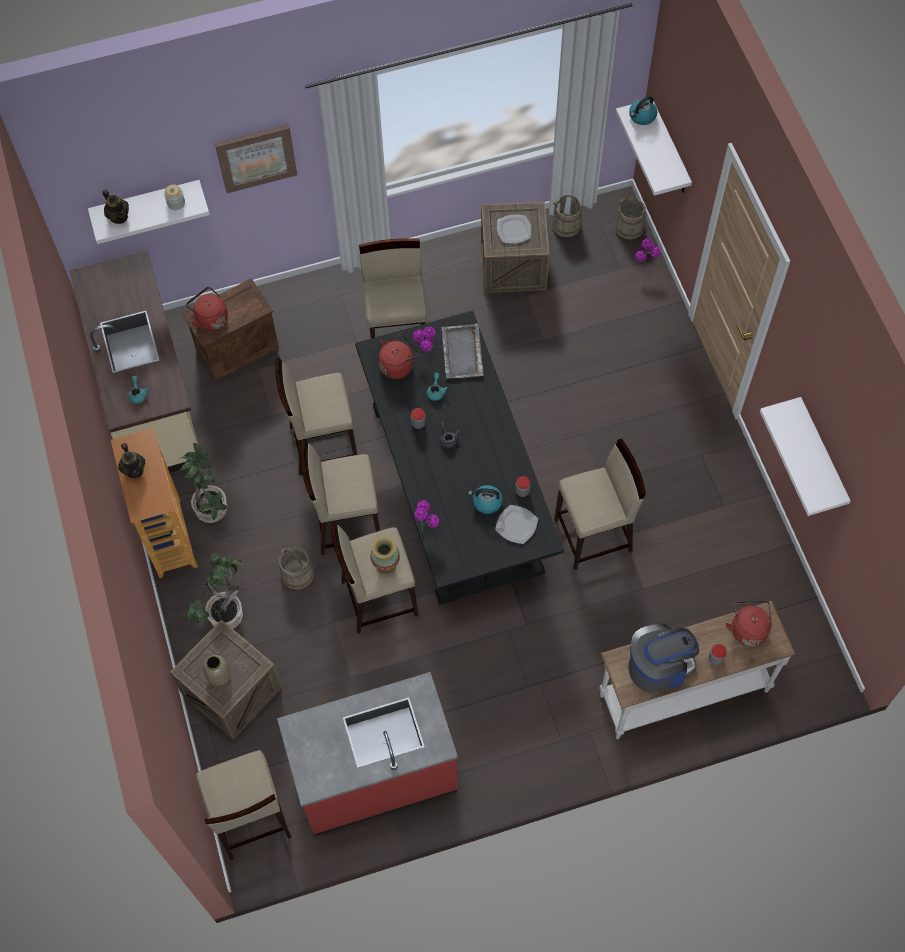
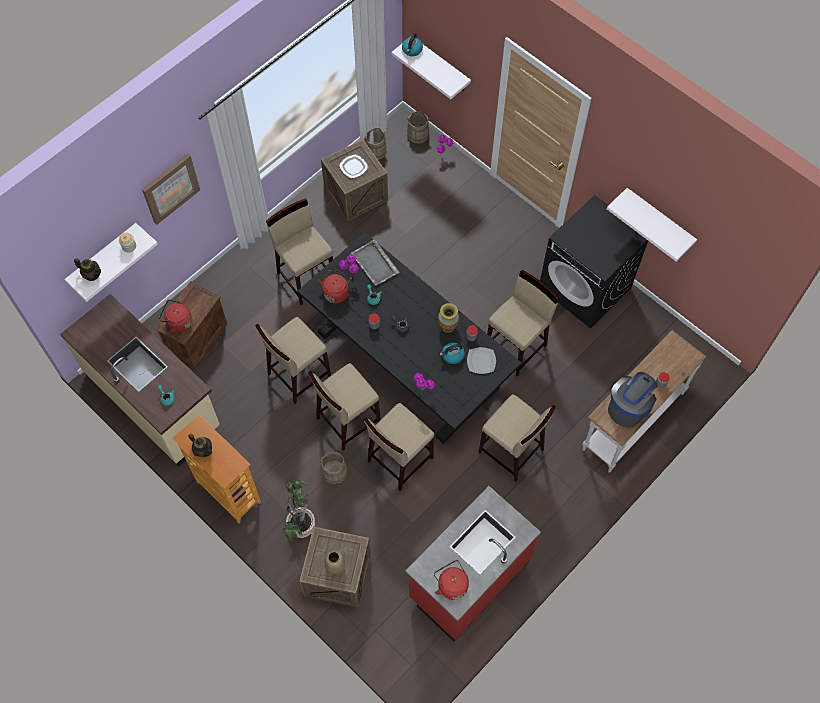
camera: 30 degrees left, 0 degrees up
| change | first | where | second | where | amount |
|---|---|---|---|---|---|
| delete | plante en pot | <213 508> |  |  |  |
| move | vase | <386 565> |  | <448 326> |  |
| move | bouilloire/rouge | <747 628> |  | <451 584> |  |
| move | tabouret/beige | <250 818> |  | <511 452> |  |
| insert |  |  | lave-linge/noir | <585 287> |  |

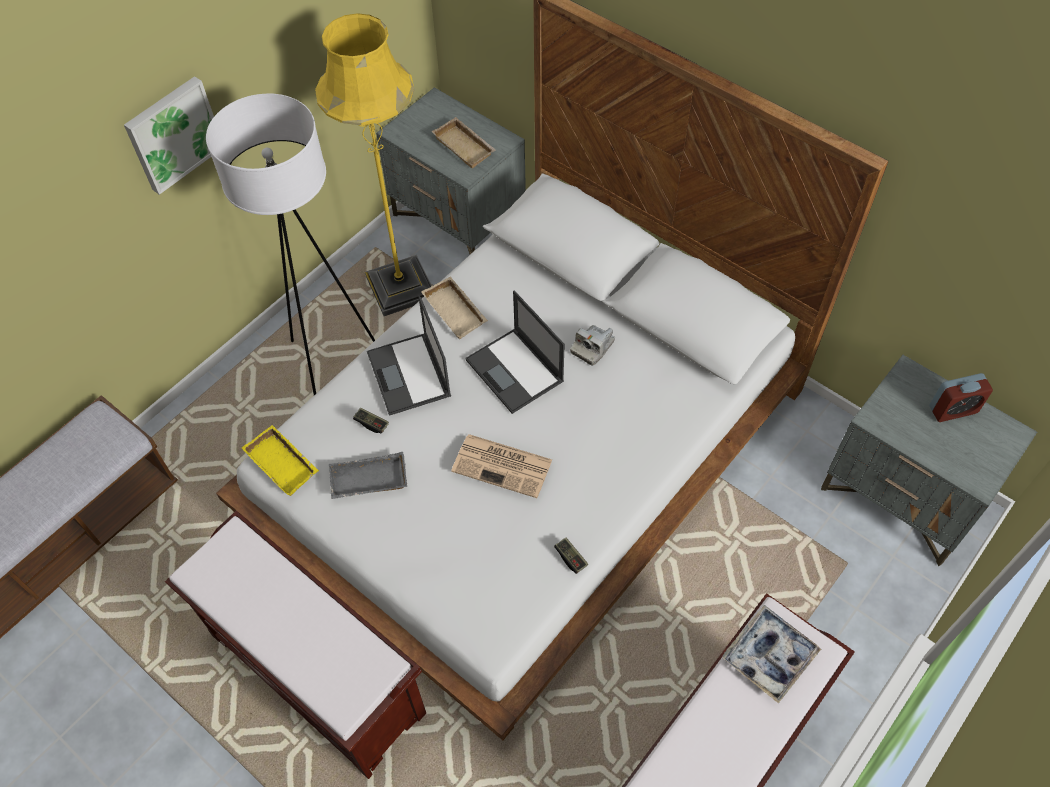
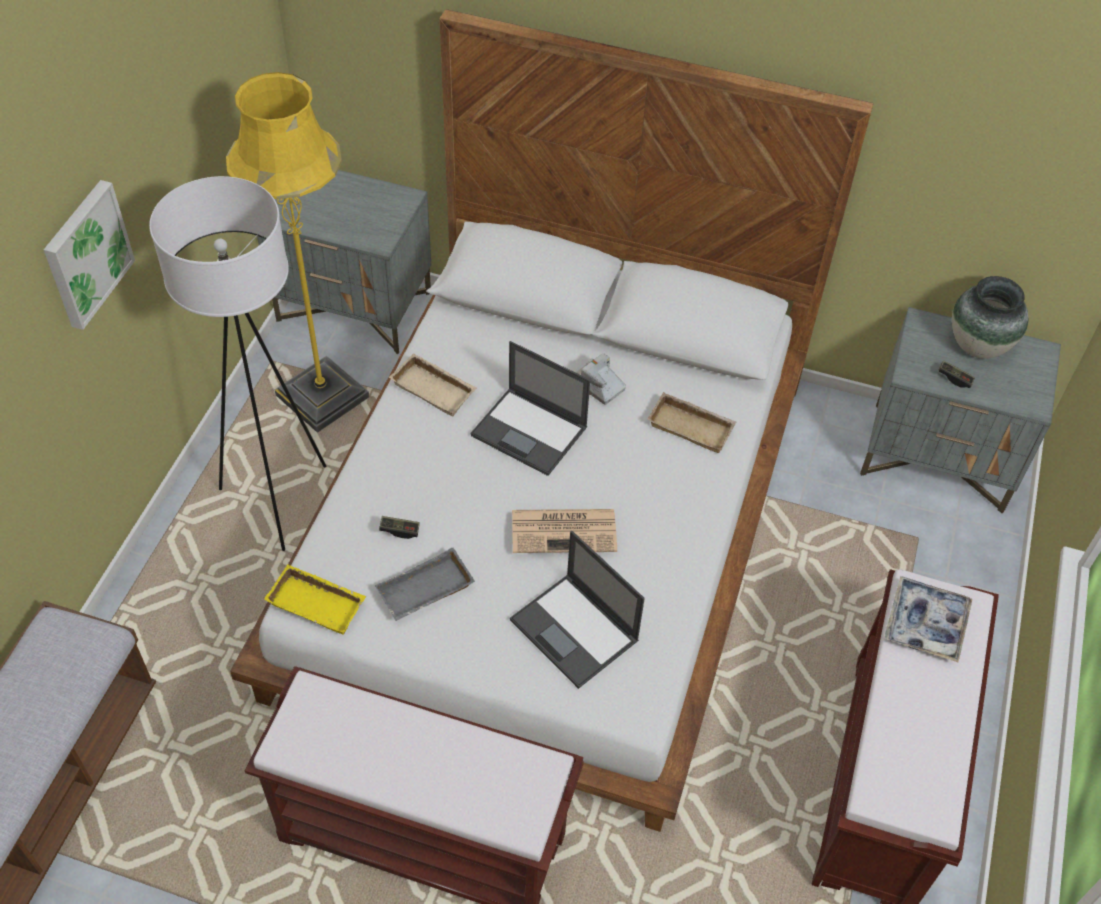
camera: 25 degrees left, 5 degrees down
| change | first | where | second | where | amount |
|---|---|---|---|---|---|
| move | plateau/beige | <466 146> |  | <692 426> |  |
| move | ordinateur portable | <409 375> |  | <575 631> |  |
| rotate | appareil photo | <592 347> |  | <599 385> | 120 degrees clockwise |
| replace | réveil | <953 410> | vase | <978 345> |  |
| move | manette | <571 558> |  | <954 378> |  |

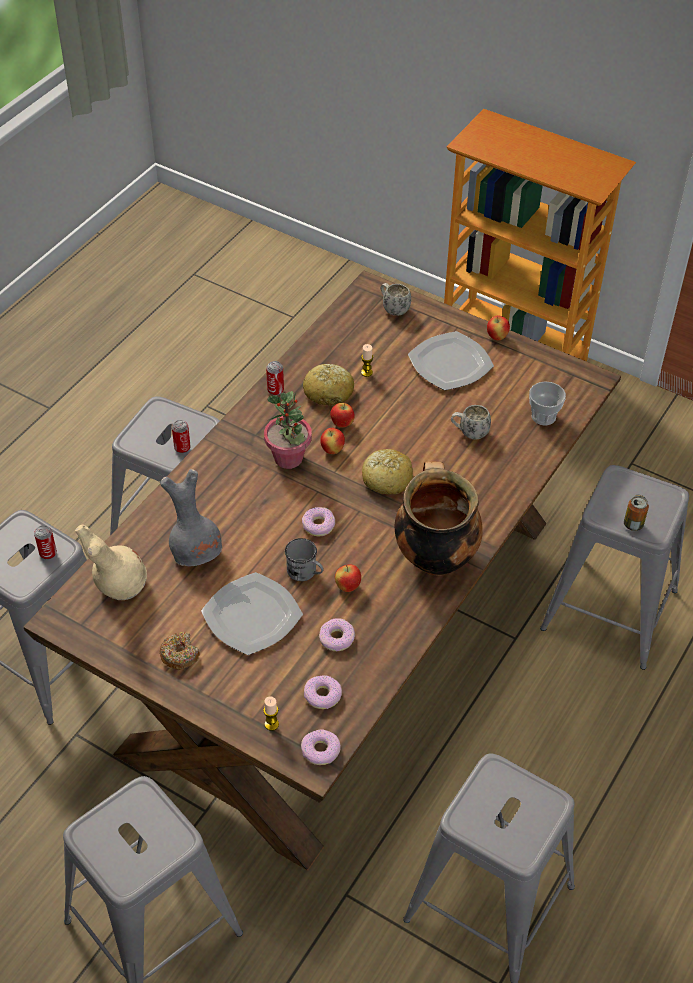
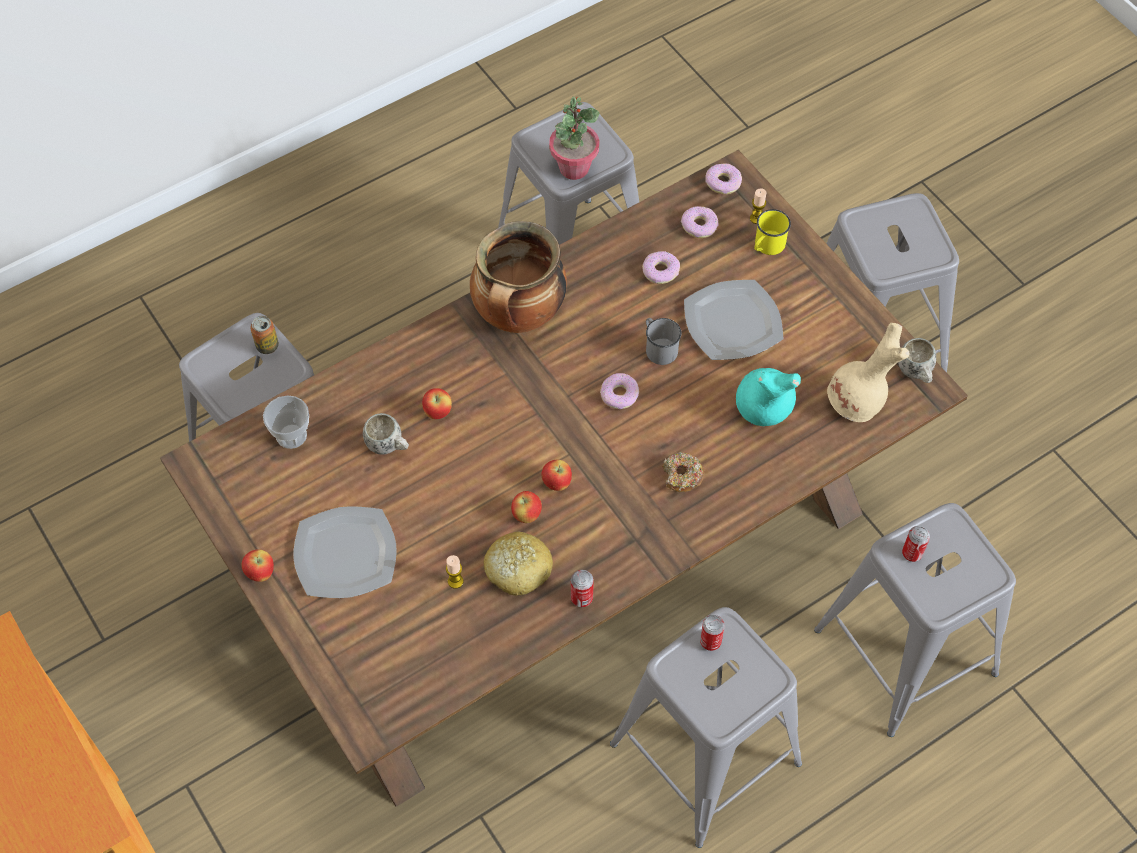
camera: 155 degrees left, 10 degrees up
| change | first | where | second | where | amount |
|---|---|---|---|---|---|
| move | mug/blanc | <393 308> |  | <916 374> |  |
| move | plante en pot | <288 458> |  | <574 168> |  |
| delete | pain | <387 478> |  |  |  |
| recolor | vase/gris | <196 552> | vase/turquoise | <762 411> |  |
| move | pomme | <348 587> |  | <438 412> |  |
| move | beignet | <179 655> |  | <682 476> |  |
| insert |  |  | mug/jaune | <767 246> |  |

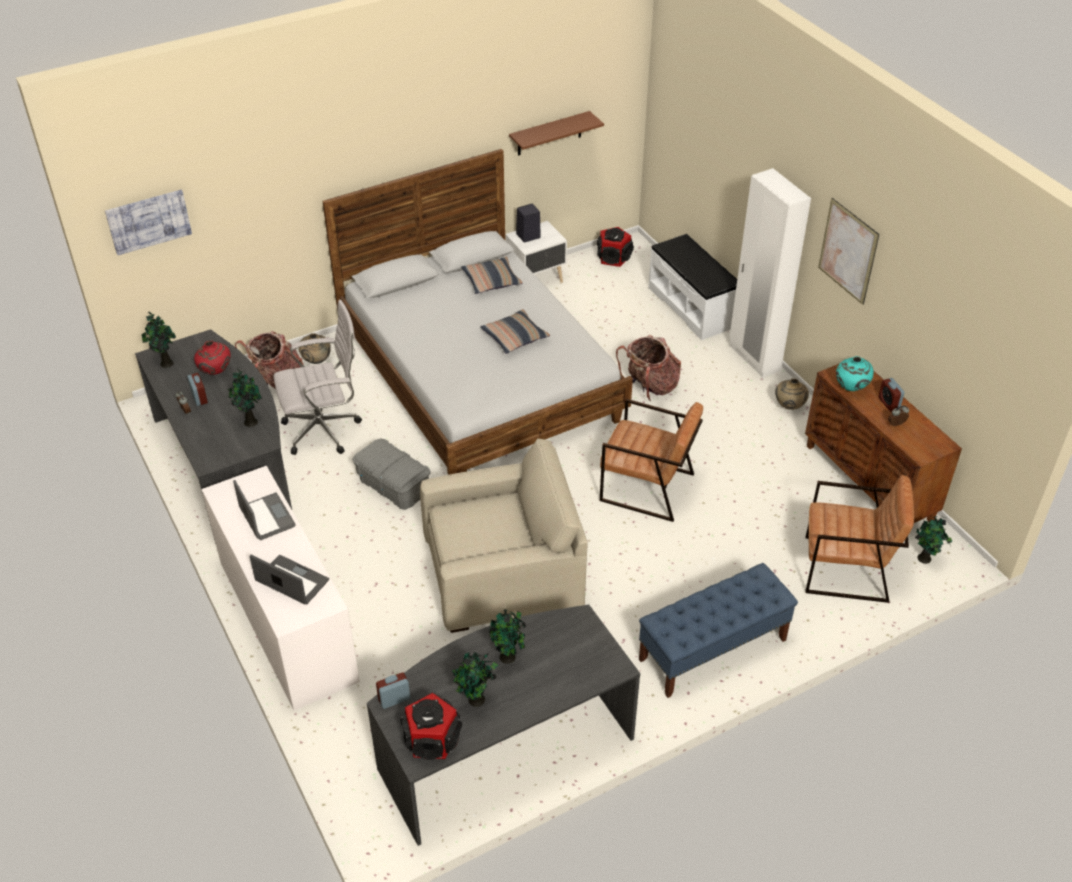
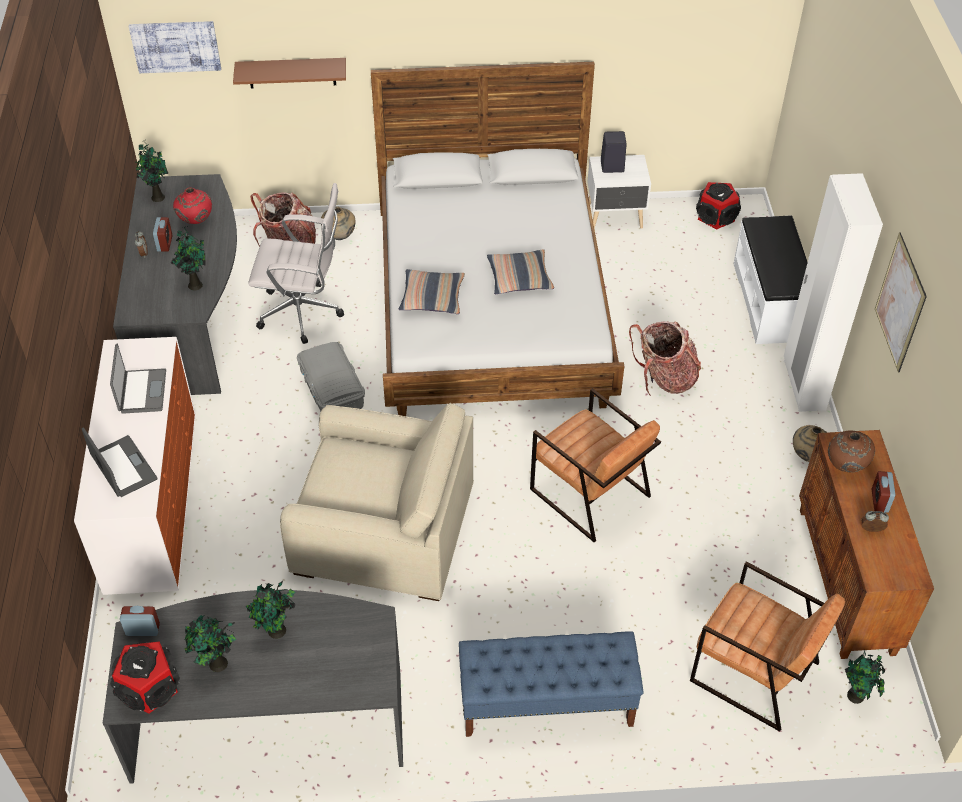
camera: 25 degrees right, 5 degrees up
| change | first | where | second | where | amount |
|---|---|---|---|---|---|
| move | étagère/marron | <549 134> |  | <292 73> |  |
| move | coussin | <491 281> |  | <432 298> |  |
| recolor | vase/turquoise | <851 388> | vase/marron | <845 467> |  |

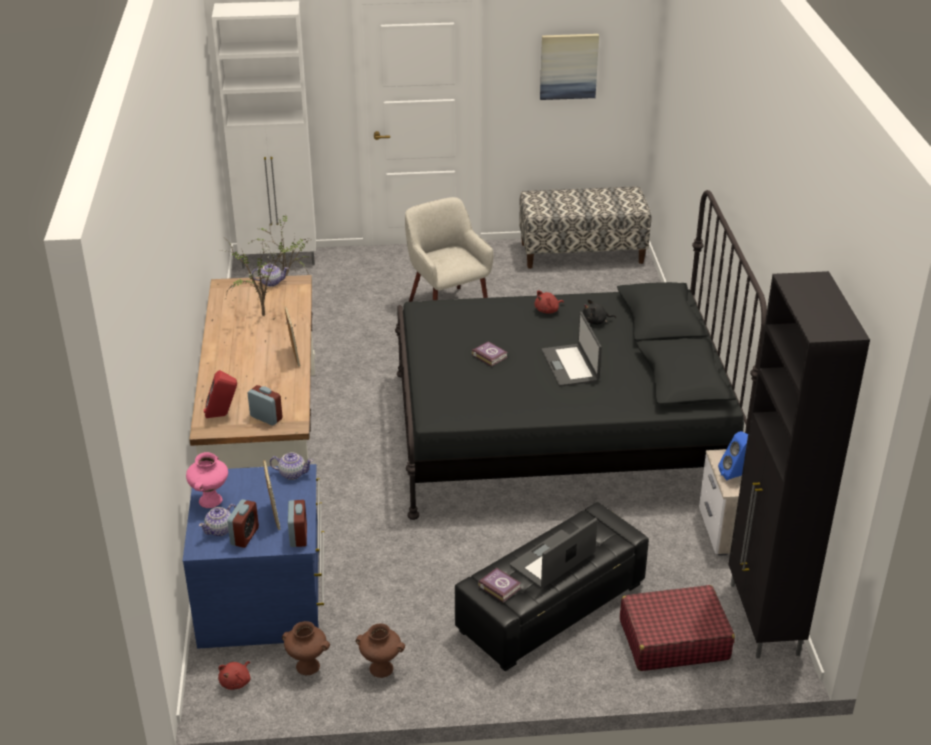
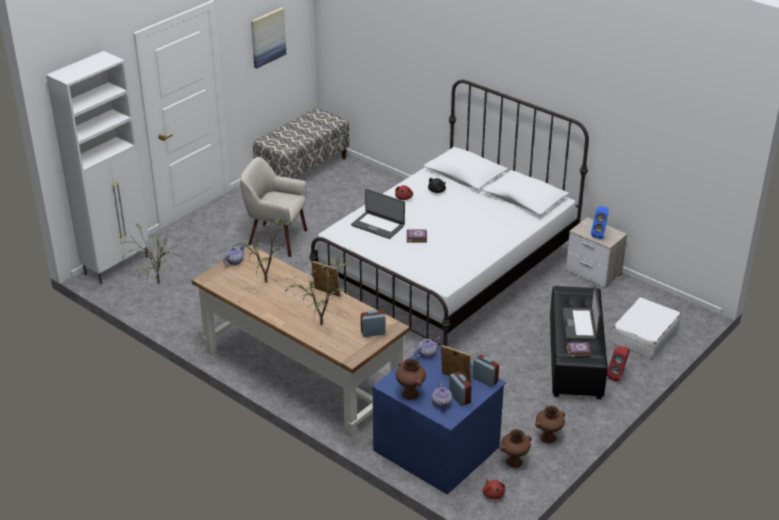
camera: 45 degrees left, 0 degrees up
| change | first | where | second | where | amount |
|---|---|---|---|---|---|
| recolor | lit/noir | <560 433> | lit/blanc | <447 273> |  |
| delete | meuble de rangement/noir | <763 620> |  |  |  |
| move | ordinateur portable | <571 365> |  | <378 225> |  |
| move | enceinte/rouge | <222 415> |  | <618 376> |  |
| recolor | vase/rose | <211 501> | vase/marron | <410 394> |  |
| recolor | valise/rouge | <673 639> | valise/blanc | <644 336> |  |
| insert |  |  | plante en pot | <322 322> |  |

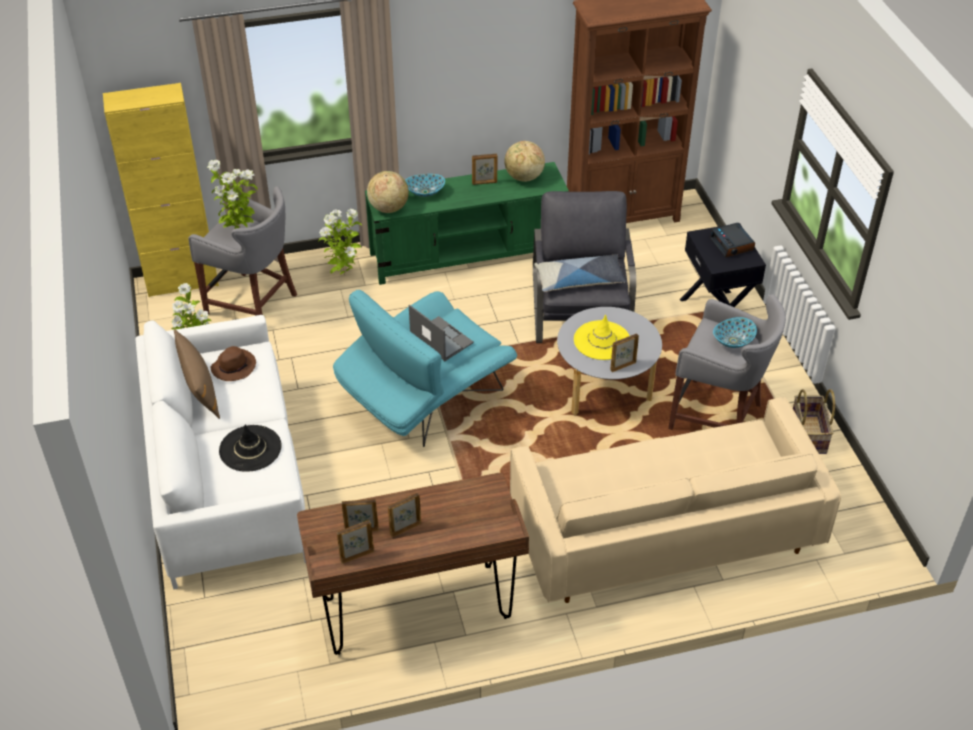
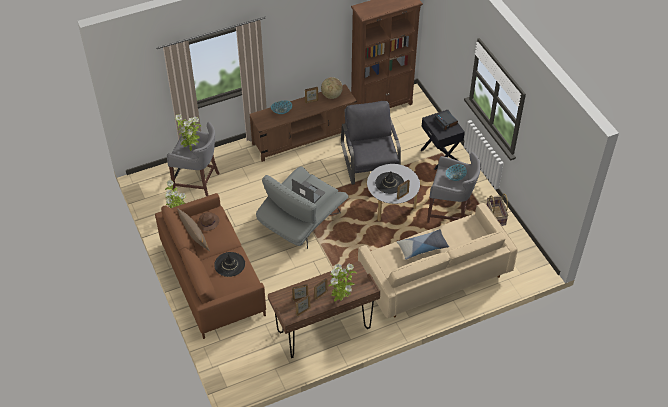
camera: 10 degrees left, 5 degrees up
| change | first | where | second | where | amount |
|---|---|---|---|---|---|
| delete | meuble de rangement/jaune | <182 281> |  |  |  |
| recolor | meuble télé/vert | <468 254> | meuble télé/marron | <304 137> |  |
| delete | globe | <388 208> |  |  |  |
| move | plante en pot | <344 274> |  | <341 299> |  |
| move | coussin | <580 280> |  | <422 247> |  |
| recolor | fauteuil/turquoise | <424 399> | fauteuil/gris | <301 223> |  |
| recolor | chapeau/jaune | <601 340> | chapeau/noir | <389 183> |  |
| recolor | canapé/blanc | <228 478> | canapé/marron | <213 278> |  |

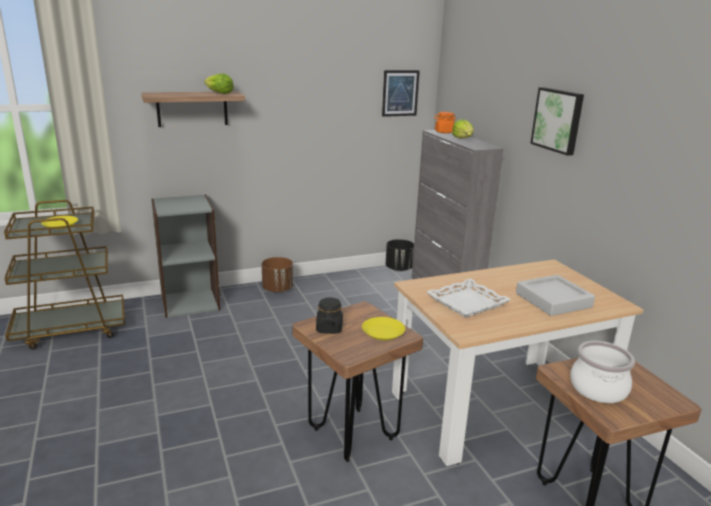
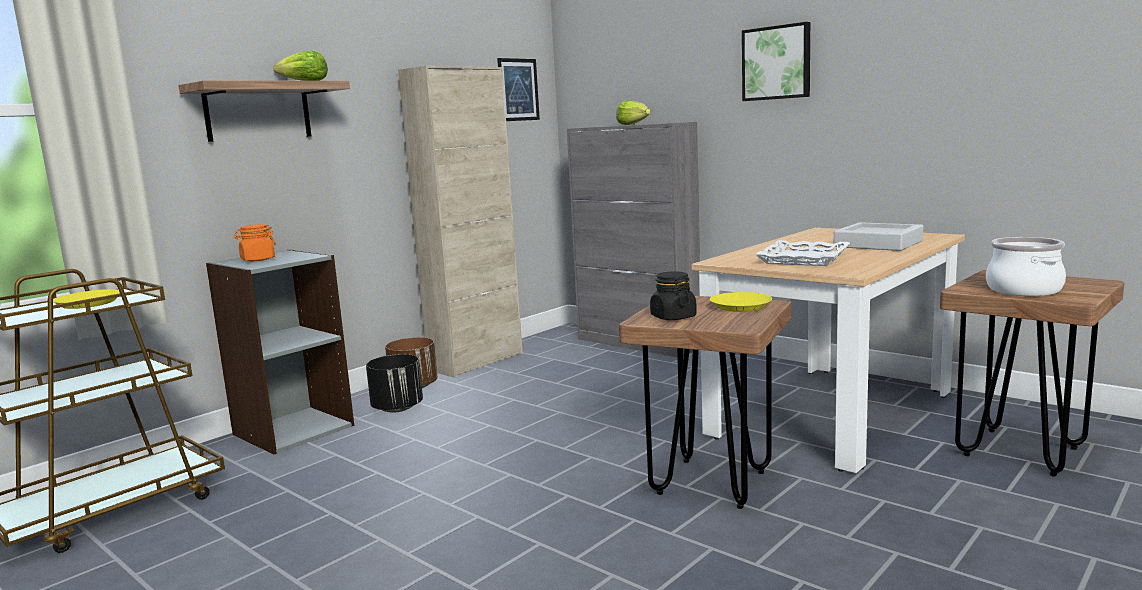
camera: 25 degrees left, 10 degrees down
| change | first | where | second | where | amount |
|---|---|---|---|---|---|
| move | bocal/orange | <444 132> |  | <257 259> |  |
| move | cache-pot/noir | <399 268> |  | <397 408> |  |
| insert |  |  | meuble de rangement/beige | <476 362> |  |

